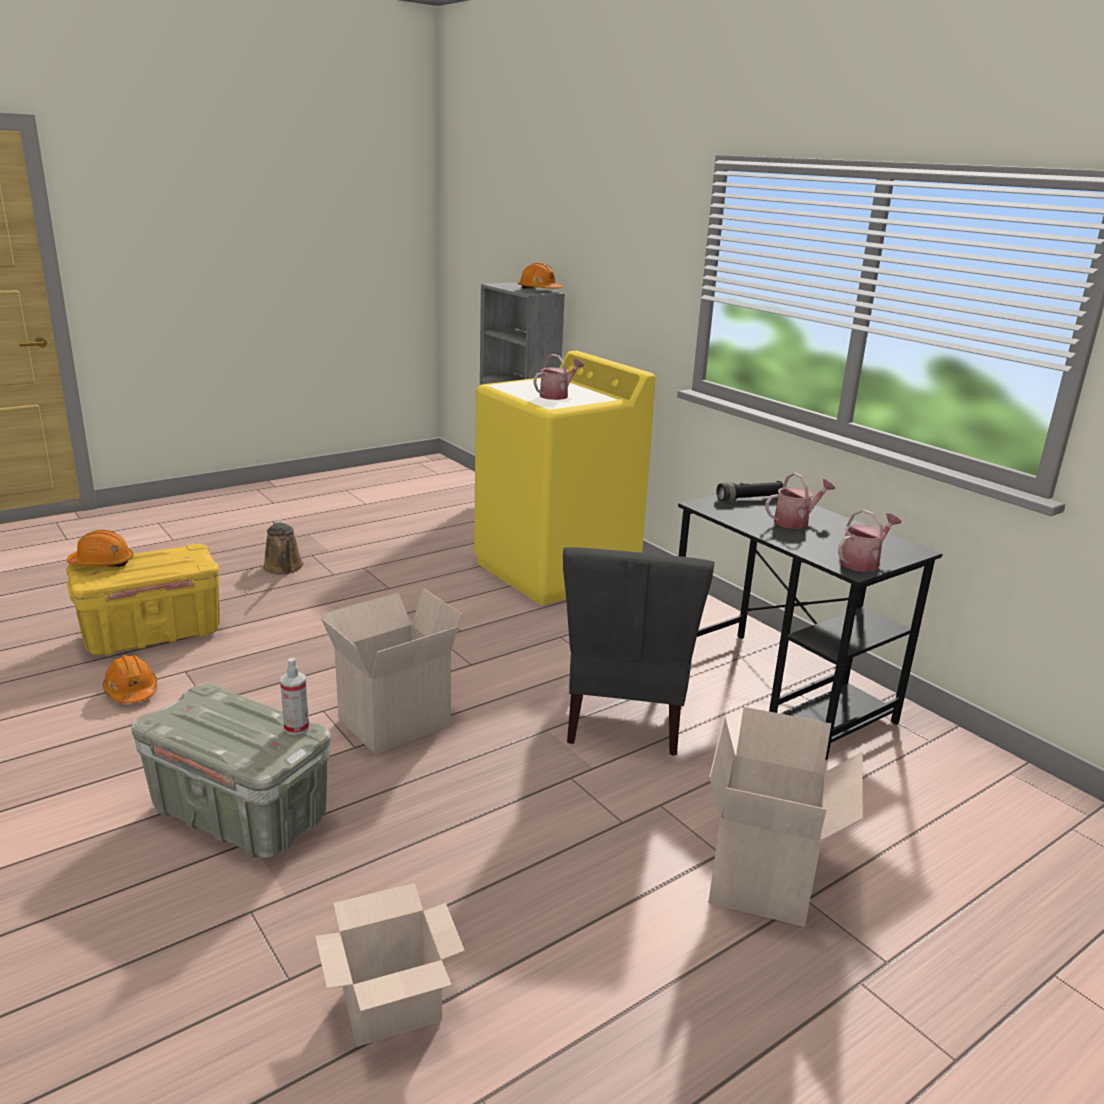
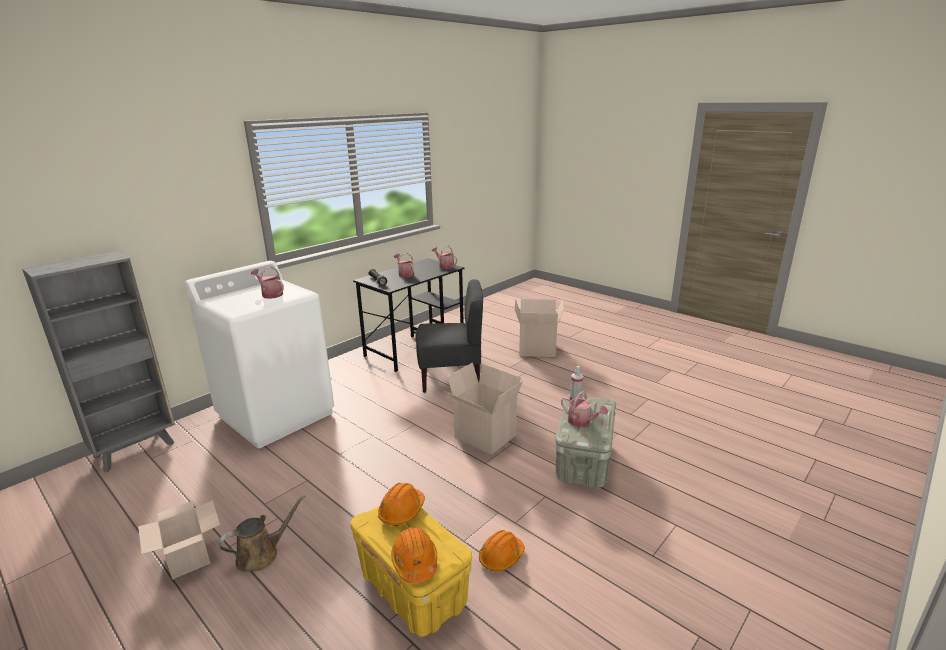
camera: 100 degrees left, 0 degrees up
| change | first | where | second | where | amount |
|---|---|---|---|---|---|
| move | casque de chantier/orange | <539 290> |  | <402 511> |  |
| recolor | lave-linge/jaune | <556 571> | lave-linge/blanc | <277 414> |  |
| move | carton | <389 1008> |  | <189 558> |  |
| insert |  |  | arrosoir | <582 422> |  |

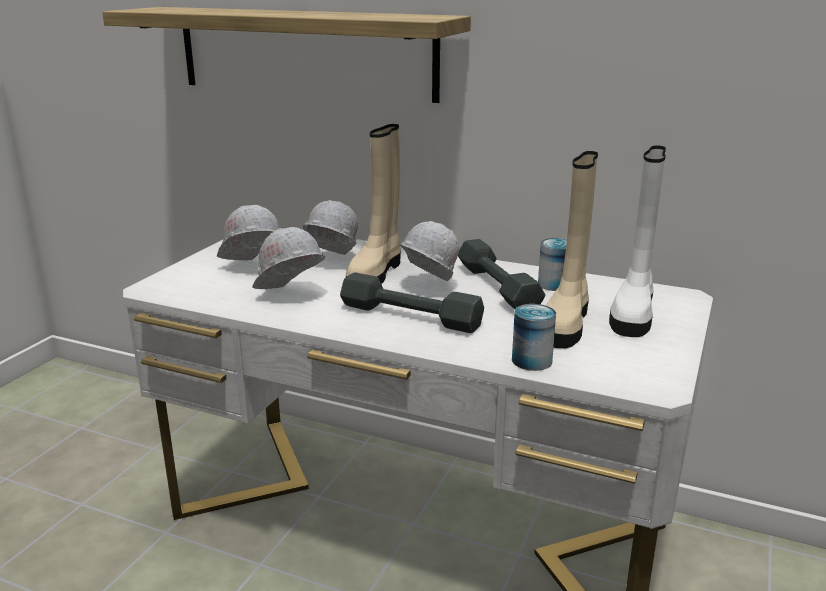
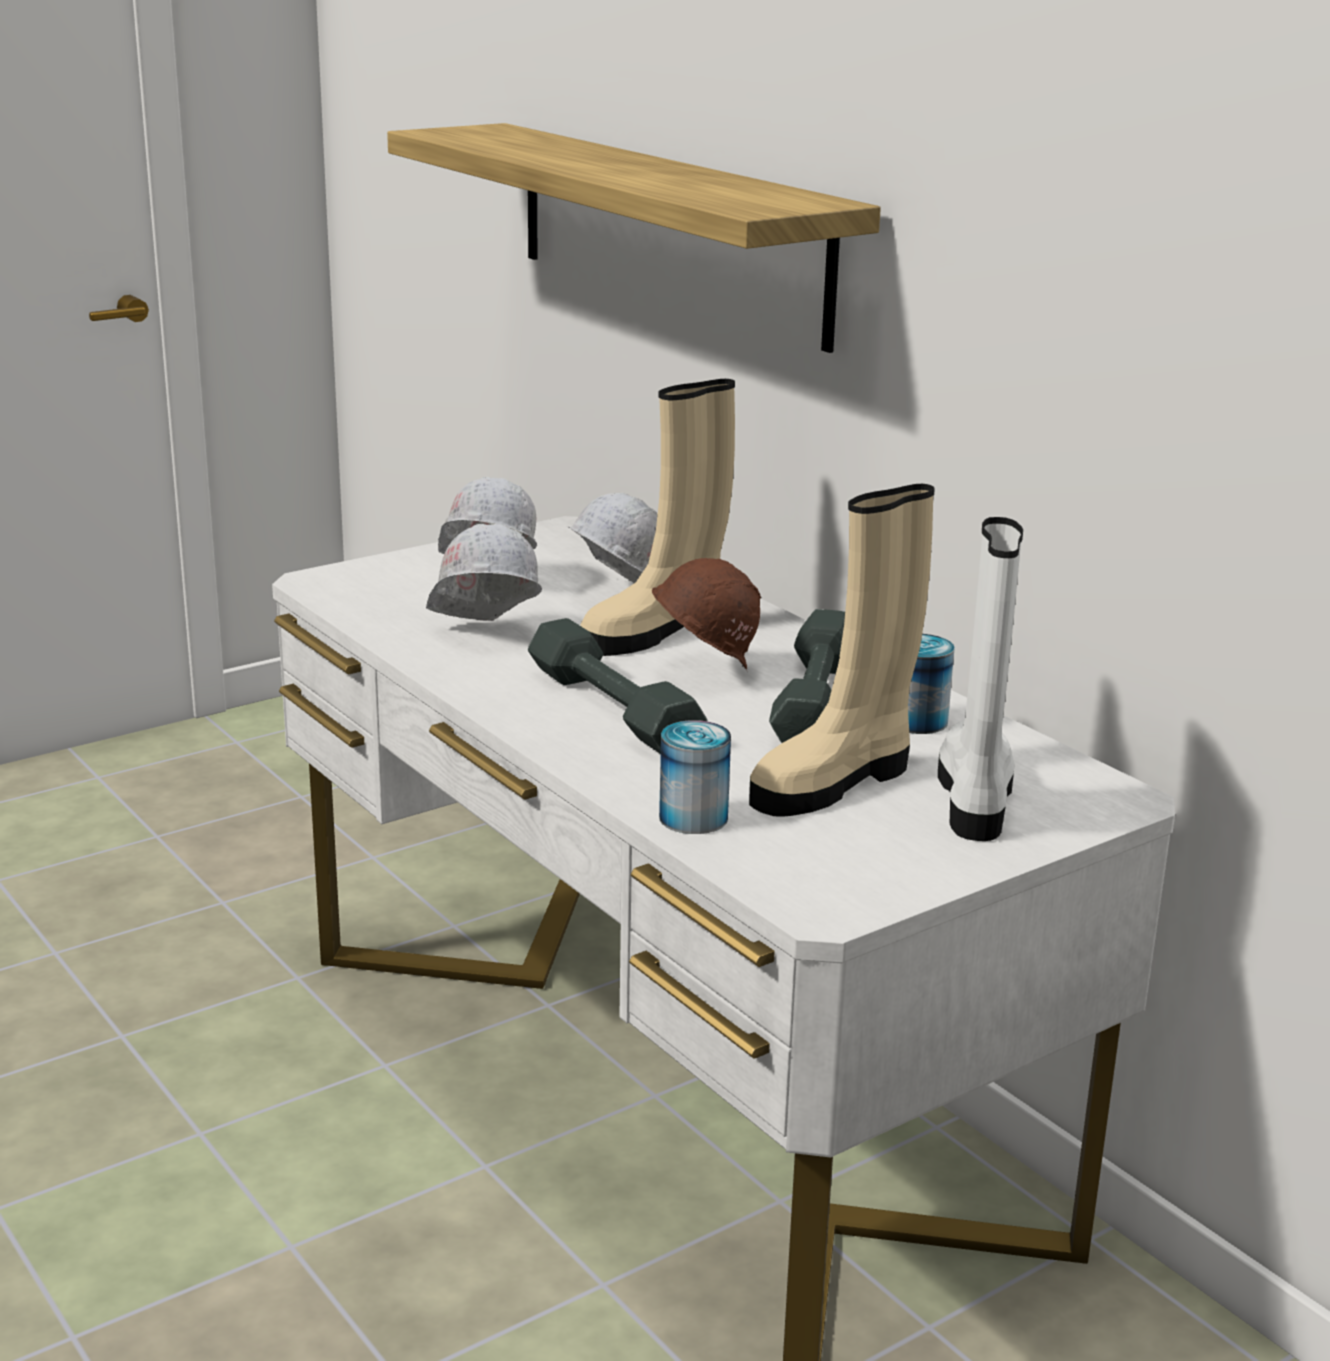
camera: 30 degrees right, 0 degrees up
| change | first | where | second | where | amount |
|---|---|---|---|---|---|
| rotate | botte/blanc | <633 313> |  | <975 799> | 135 degrees clockwise |
| recolor | casque de chantier/blanc | <426 286> | casque de chantier/marron | <702 672> |  |

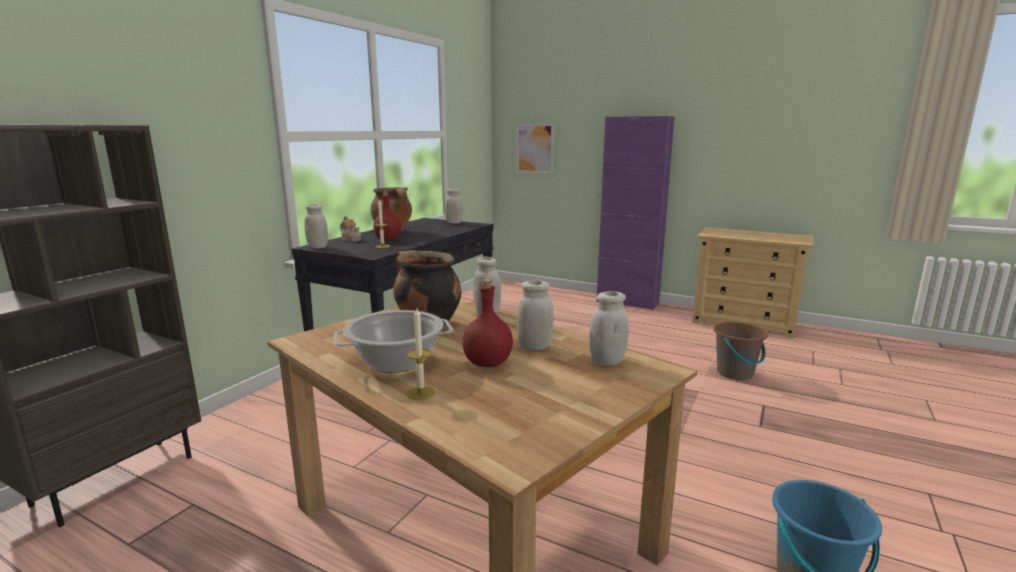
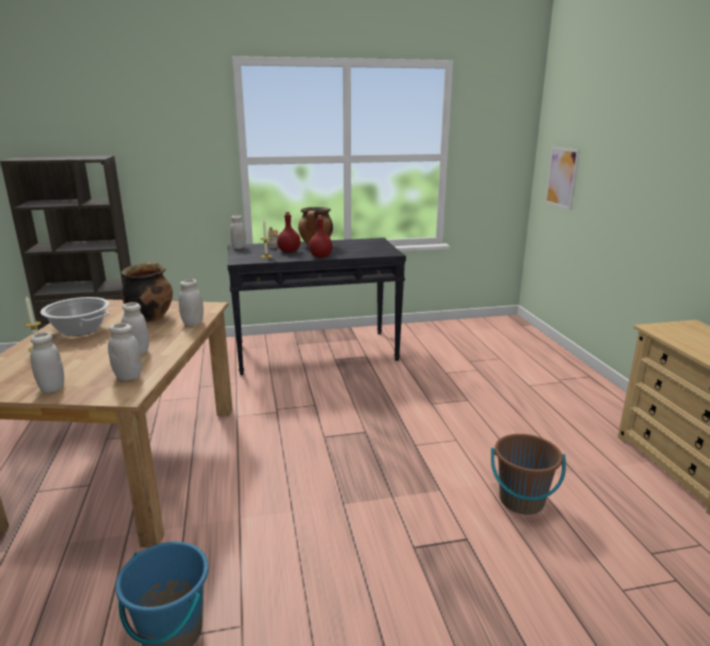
camera: 50 degrees right, 5 degrees up
| change | first | where | second | where | amount |
|---|---|---|---|---|---|
| delete | meuble de rangement/violet | <627 302> |  |  |  |
| move | bocal/blanc | <454 223> |  | <52 388> |  |
| move | bouteille/rouge | <487 363> |  | <320 256> |  |

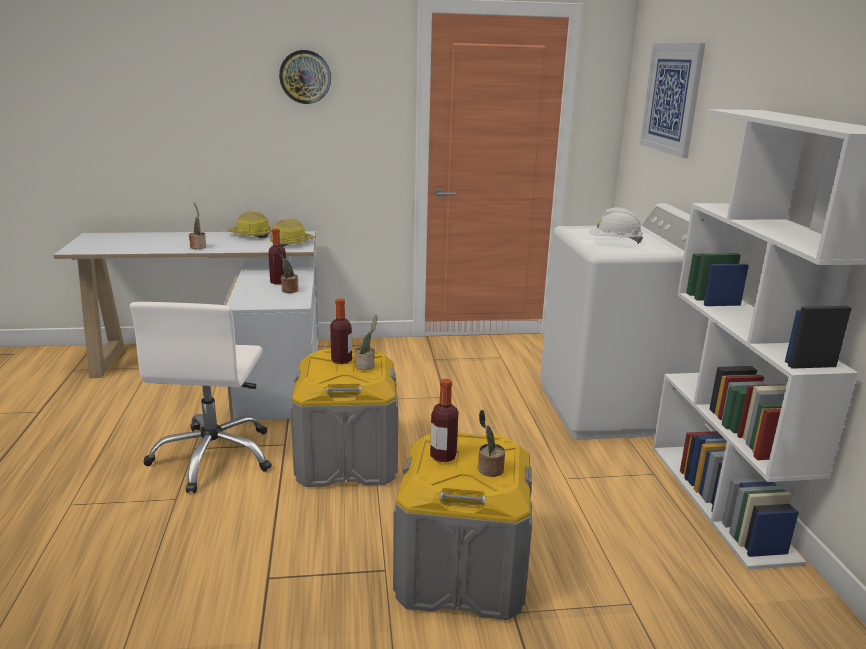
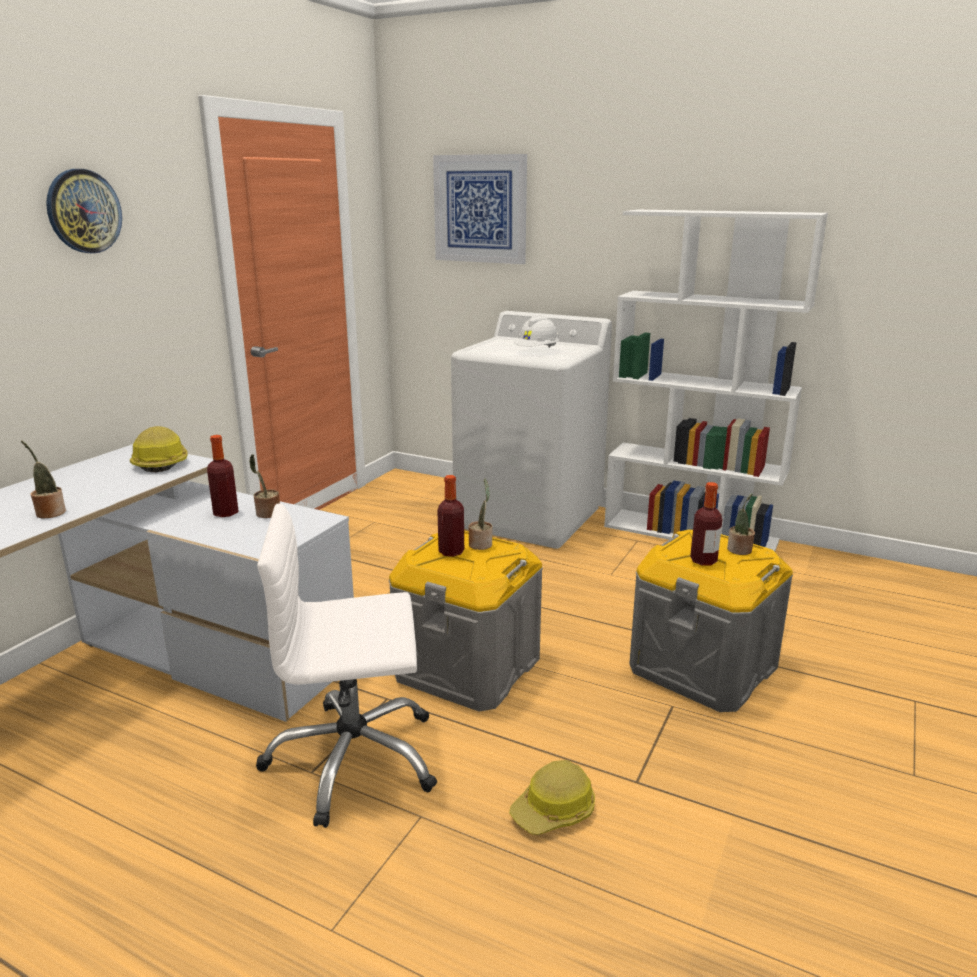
camera: 55 degrees left, 0 degrees up
| change | first | where | second | where | amount |
|---|---|---|---|---|---|
| move | casque de chantier | <250 235> |  | <554 811> |  |
| rotate | chaise de bureau/blanc | <214 456> |  | <353 759> | 135 degrees clockwise |

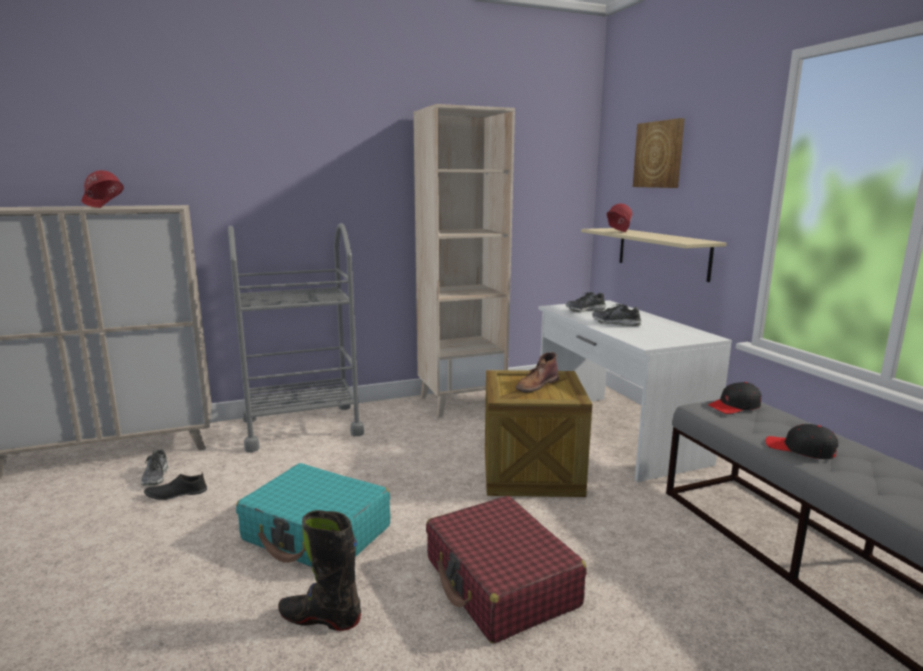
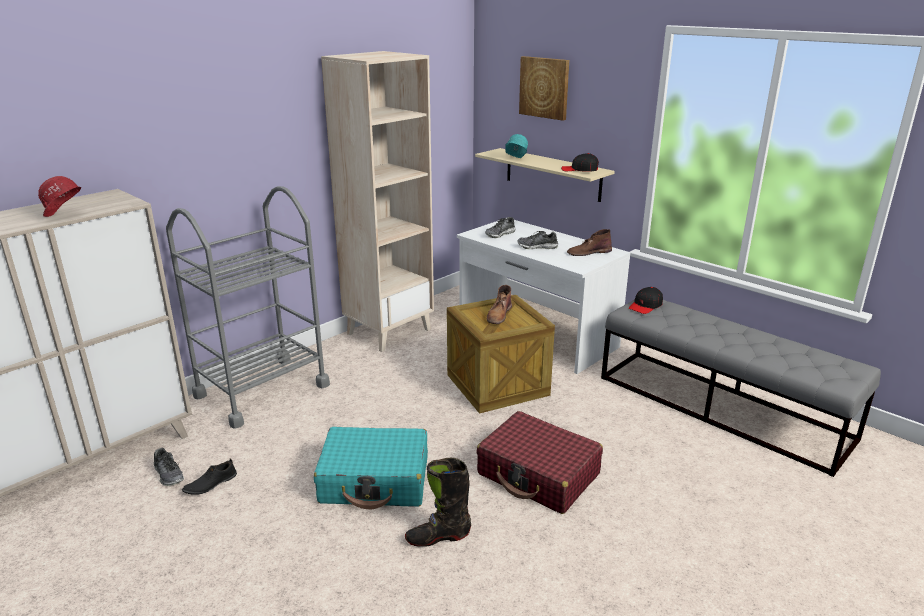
camera: 25 degrees left, 10 degrees up
| change | first | where | second | where | amount |
|---|---|---|---|---|---|
| recolor | casque de chantier/rouge | <617 232> | casque de chantier/turquoise | <515 160> |  |
| move | casquette/noir | <800 449> |  | <580 170> |  |
| insert |  |  | botte/marron | <588 252> |  |

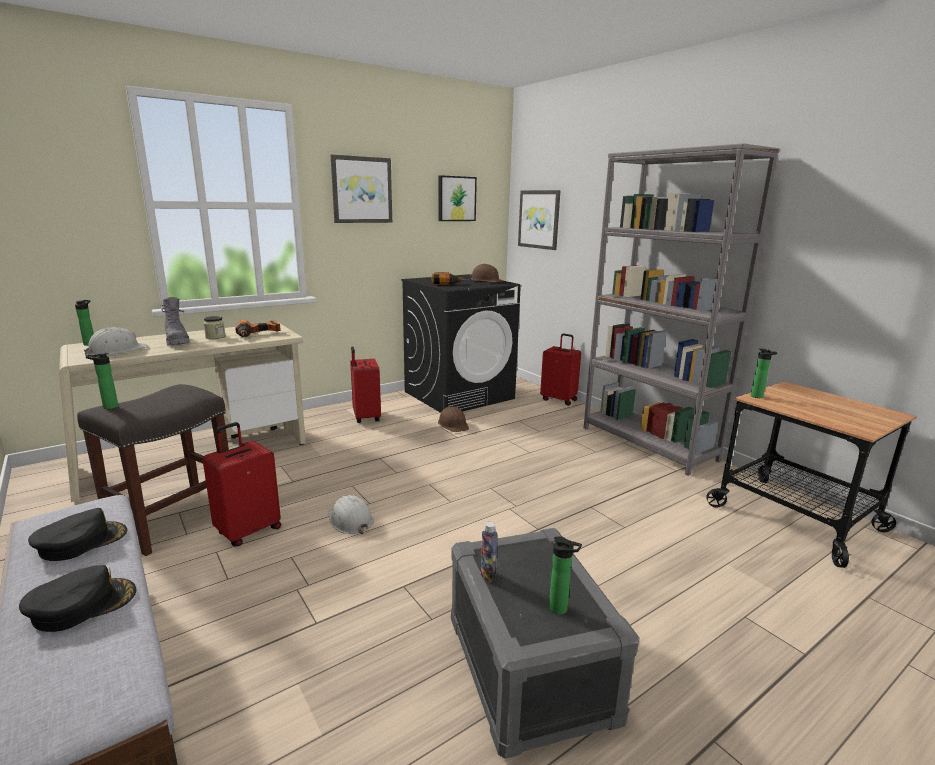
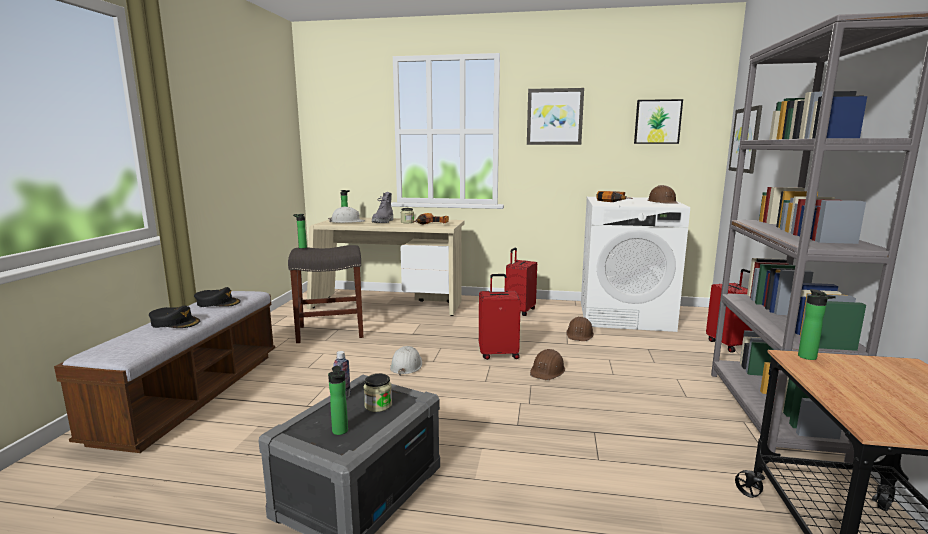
camera: 45 degrees right, 5 degrees down
| change | first | where | second | where | amount |
|---|---|---|---|---|---|
| recolor | lave-linge/noir | <459 395> | lave-linge/blanc | <625 316> |  |
| move | valise/rouge | <248 531> |  | <498 354> |  |
| insert |  |  | casque de chantier/marron | <547 371> |  |
| insert |  |  | bocal | <378 405> |  |

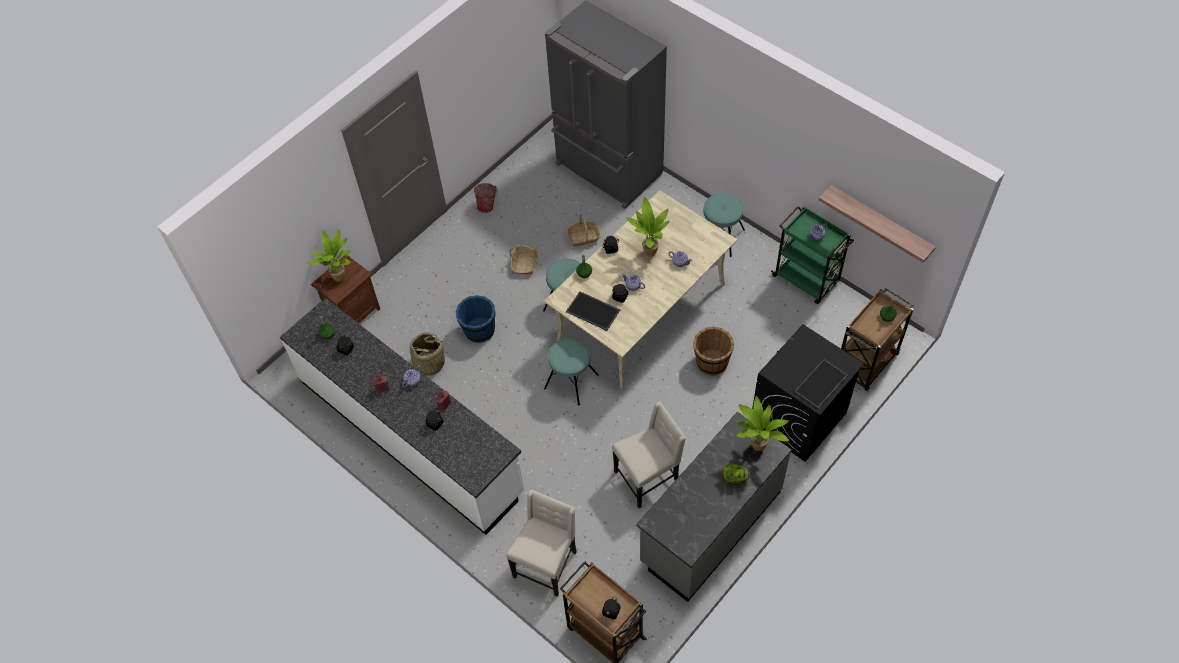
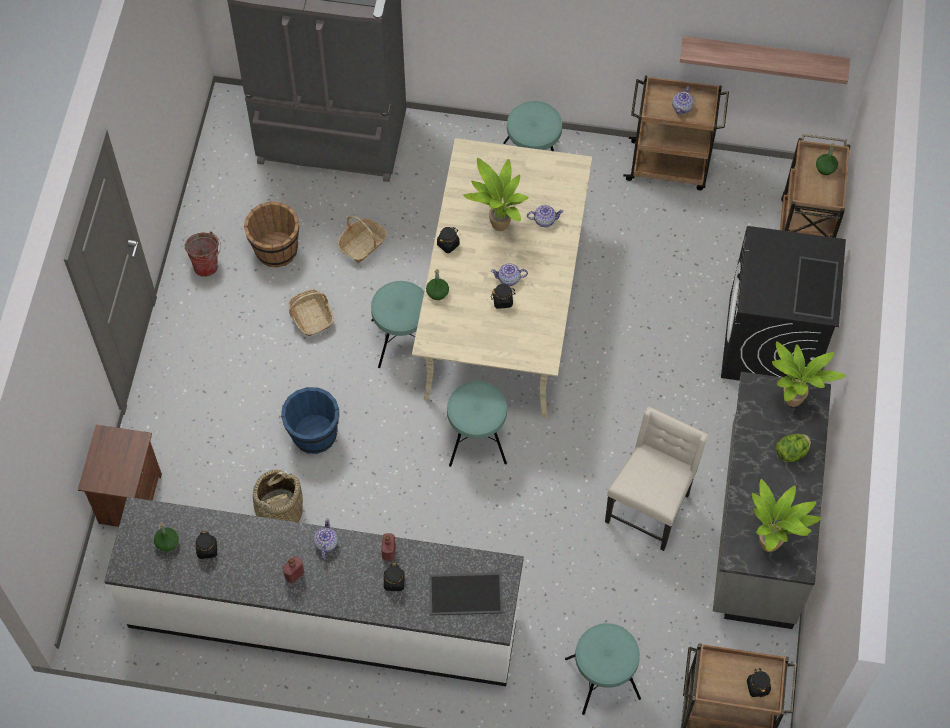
camera: 35 degrees left, 5 degrees up
| change | first | where | second | where | amount |
|---|---|---|---|---|---|
| recolor | chariot/vert | <806 280> | chariot/marron | <669 166> |  |
| move | plante en pot | <341 278> |  | <771 544> |  |
| move | plateau | <594 310> |  | <466 593> |  |
| move | seau/marron | <711 362> |  | <275 249> |  |
| replace | chaise/beige | <546 564> | tabouret/turquoise | <602 678> |  |

